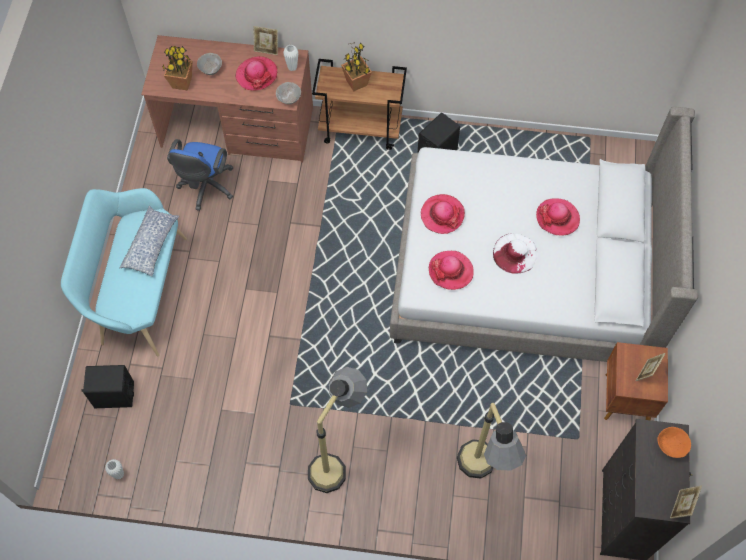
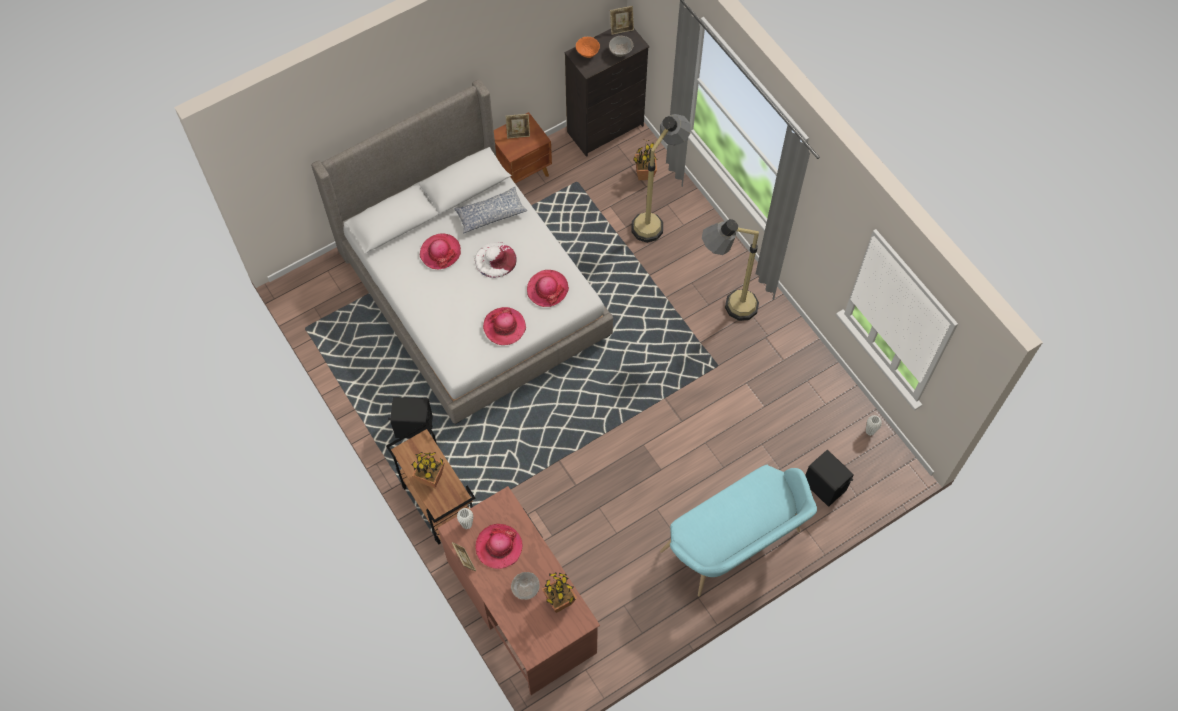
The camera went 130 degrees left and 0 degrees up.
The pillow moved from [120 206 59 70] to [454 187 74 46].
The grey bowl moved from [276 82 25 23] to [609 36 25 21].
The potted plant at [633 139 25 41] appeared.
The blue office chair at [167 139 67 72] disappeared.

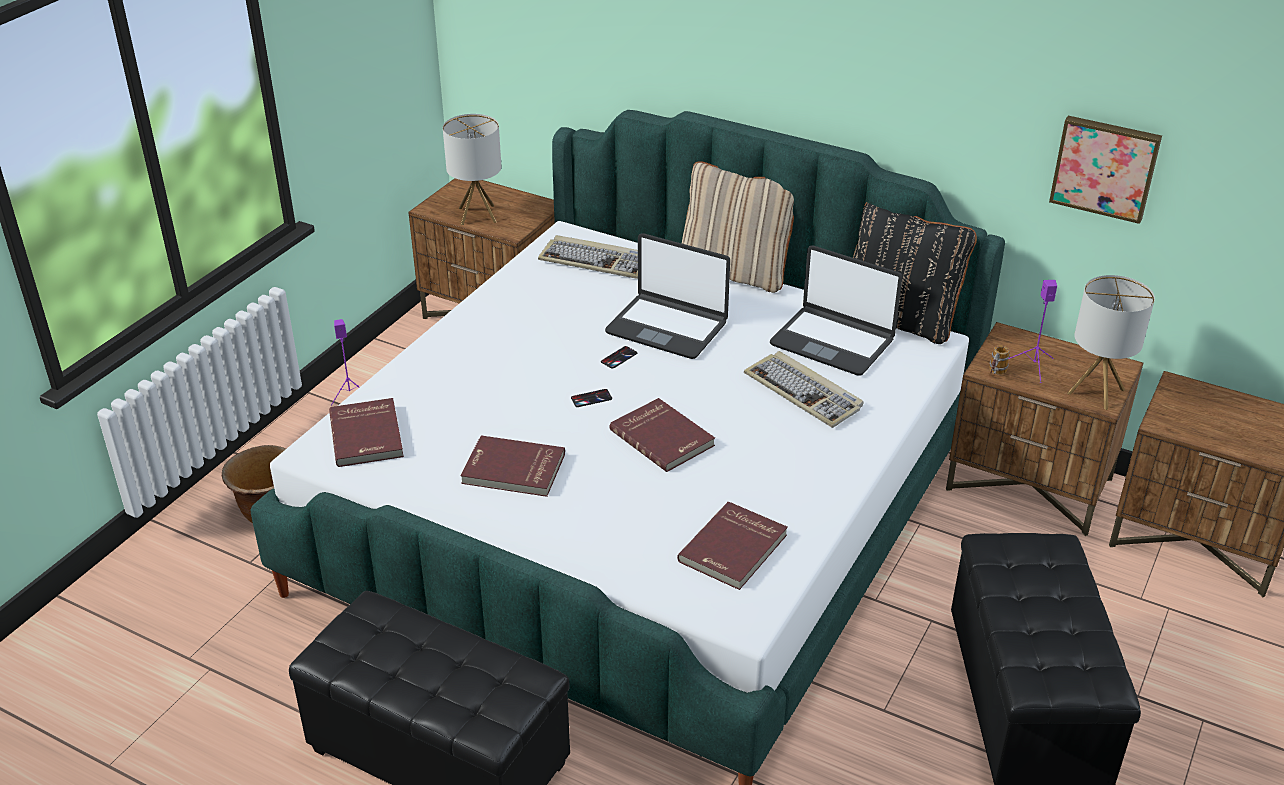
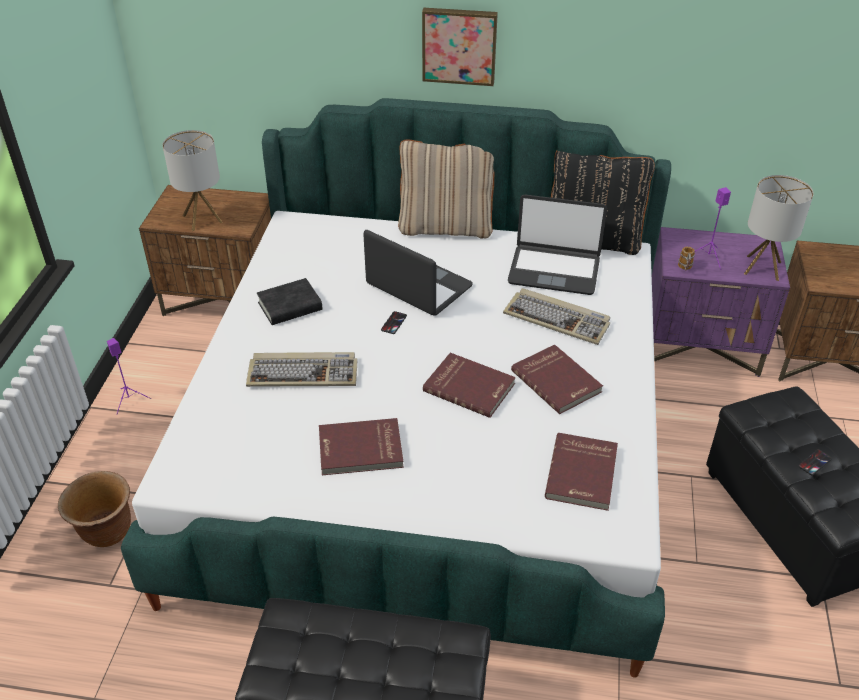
The camera went 20 degrees left and 5 degrees up.
The keyboard moved from [538 235 100 44] to [246 352 112 35].
The black book at [257 278 65 47] appeared.
The laptop at [605 233 125 126] turned 150 degrees counterclockwise.
The picture moved from [1049 116 113 108] to [422 8 76 78].
The red book moved from [329 398 75 69] to [511 345 92 69].
The brown nightstand at [946 322 197 214] became the purple nightstand at [652 227 138 150].
The phone moved from [571 389 41 18] to [798 449 34 27].

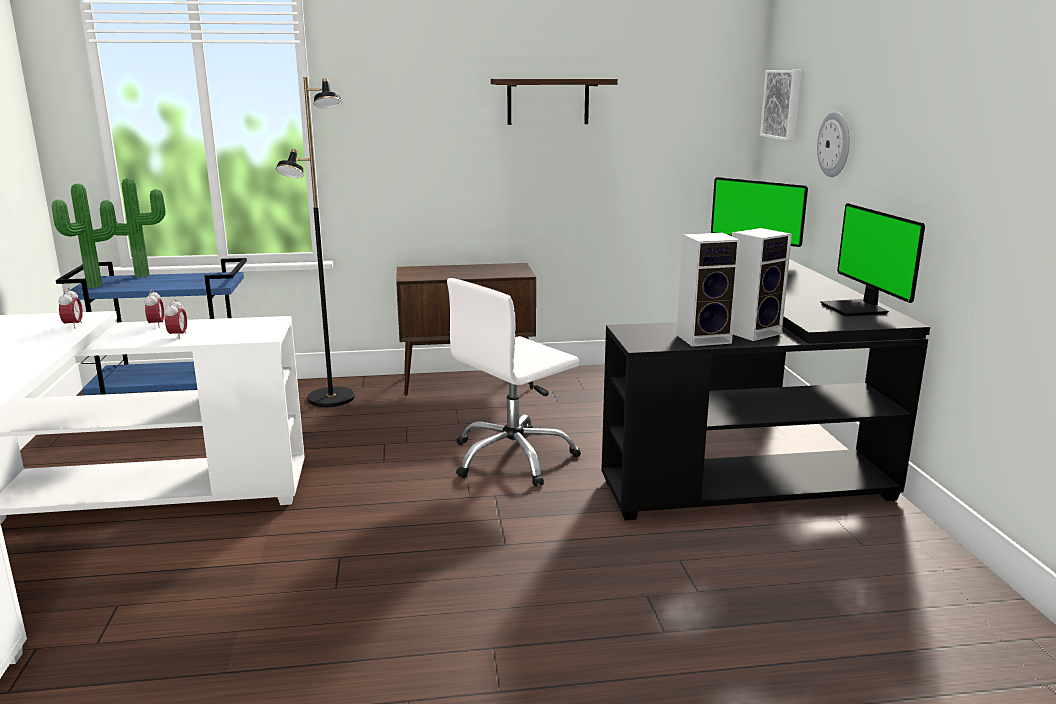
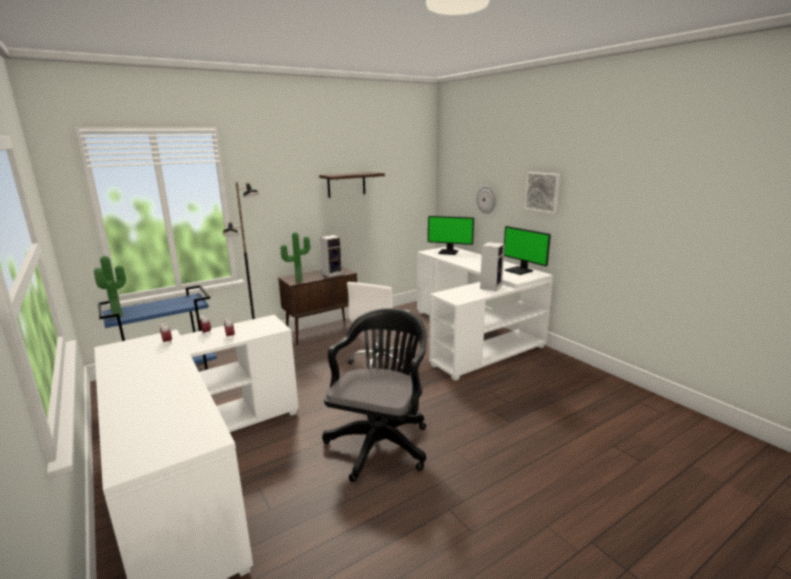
The camera went 25 degrees left and 0 degrees up.
The potted plant moved from [100 178 66 100] to [281 232 29 50].
The speaker moved from [677 233 63 114] to [320 235 23 42].
The black office chair at [322 308 104 174] appeared.
The black desk at [601 259 329 261] became the white desk at [417 247 136 134].
The picture moved from [760 70 42 71] to [524 172 37 41].

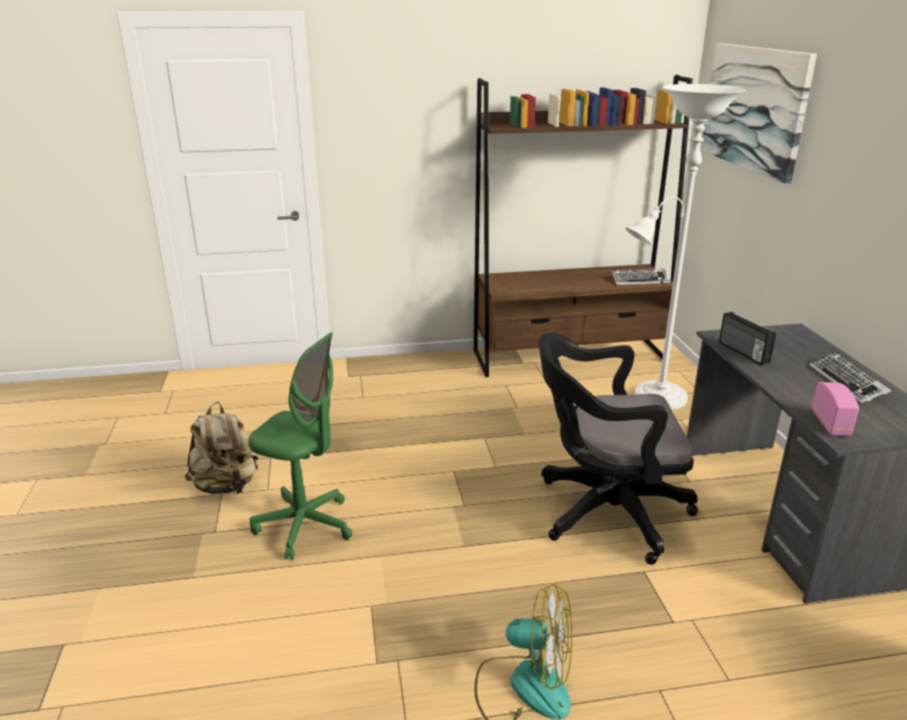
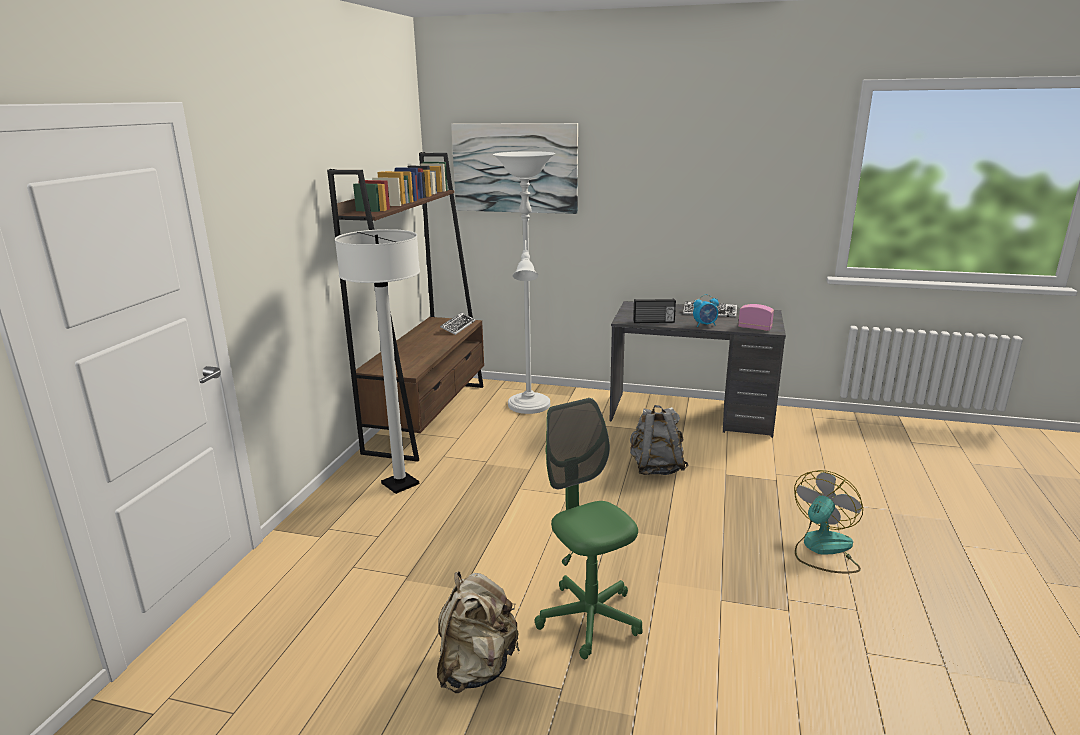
The camera went 65 degrees left and 5 degrees down.
The white floor lamp at [335 229 85 265] appeared.
The green office chair at [248 332 104 228] turned 75 degrees counterclockwise.
The black office chair at [538 333 160 232] was replaced by the grey backpack at [630 405 58 70].
The alarm clock at [693 294 26 33] appeared.

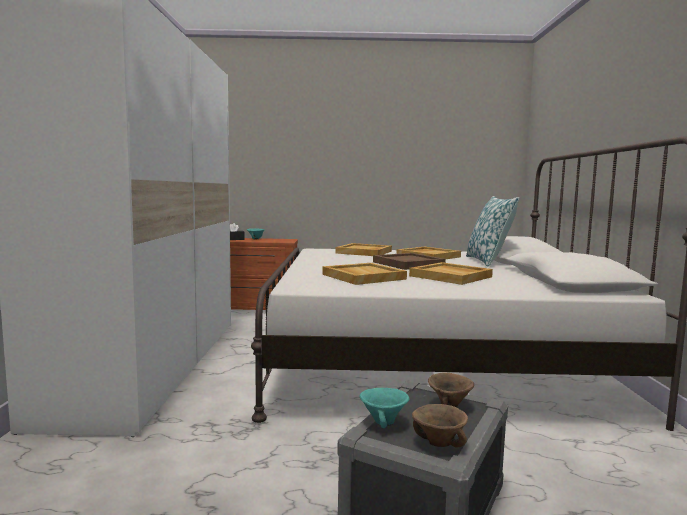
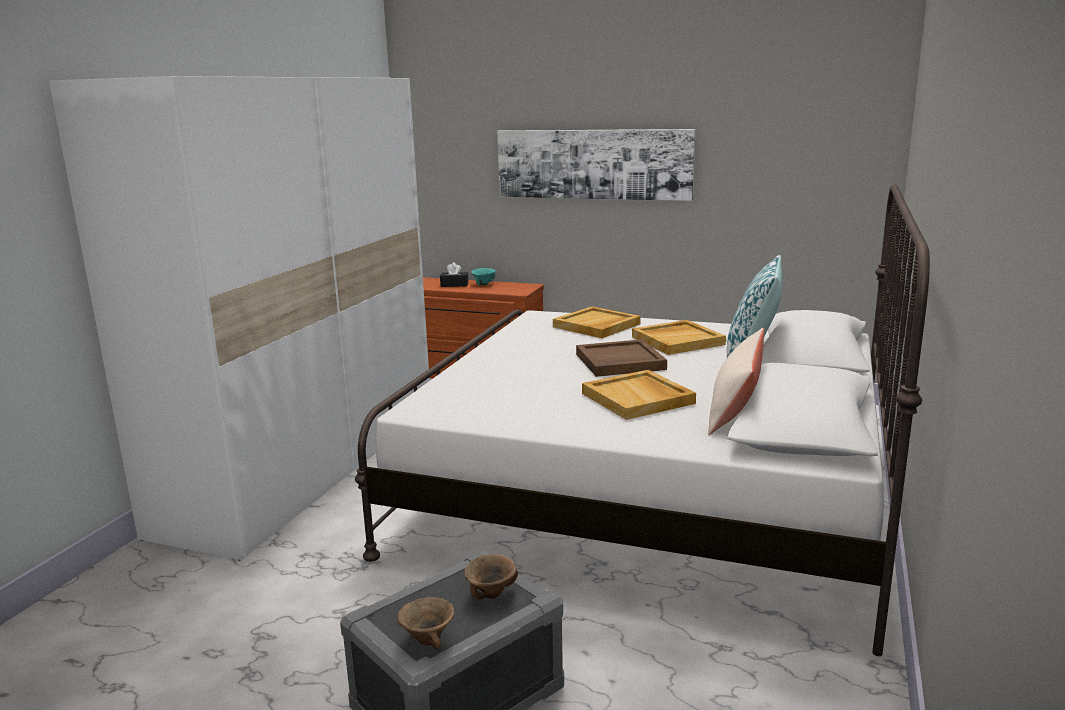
The camera went 20 degrees right and 10 degrees up.
The picture at [497 129 198 72] appeared.
The beige pillow at [708 328 56 107] appeared.
The beige tray at [323 263 84 22] disappeared.
The turquoise bowl at [360 388 50 40] disappeared.

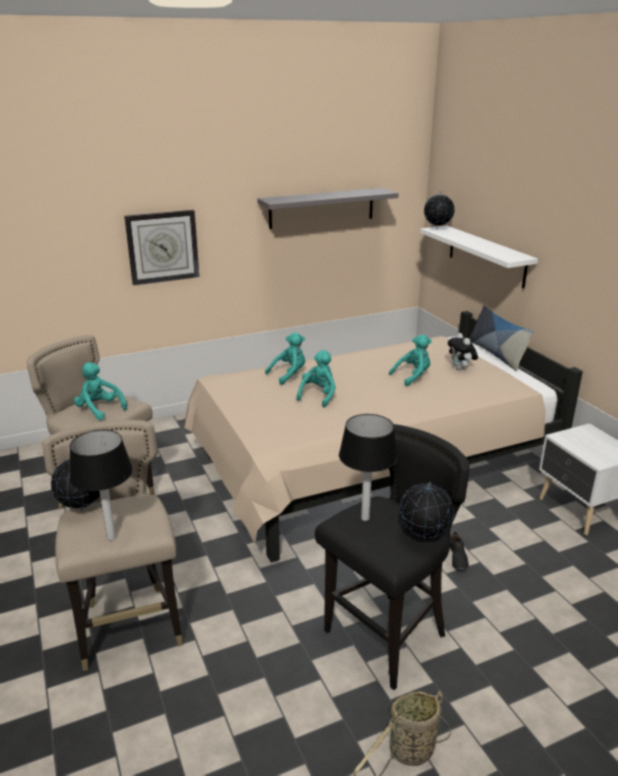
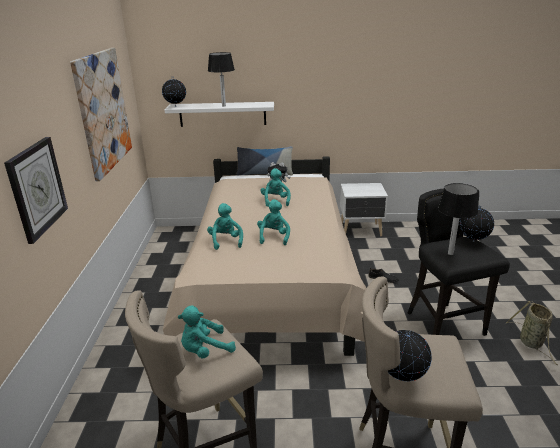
The camera went 65 degrees left and 0 degrees up.
The grey shelf at [257 188 142 41] was replaced by the picture at [70 48 62 133].
The table lamp moved from [69 430 64 111] to [208 52 27 55].
The turquoise plush toy at [296 350 40 57] turned 45 degrees clockwise.

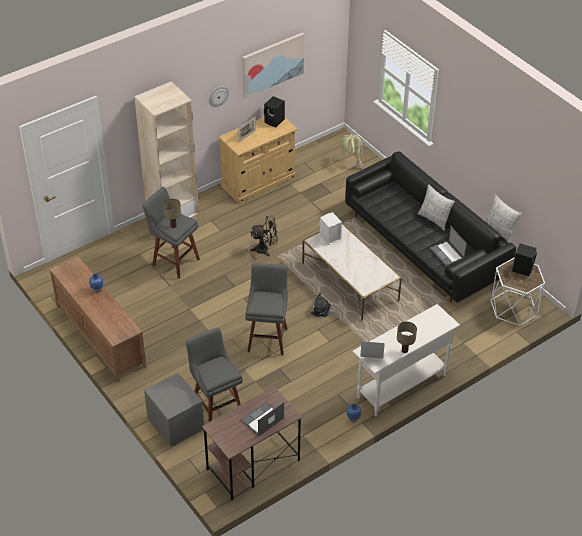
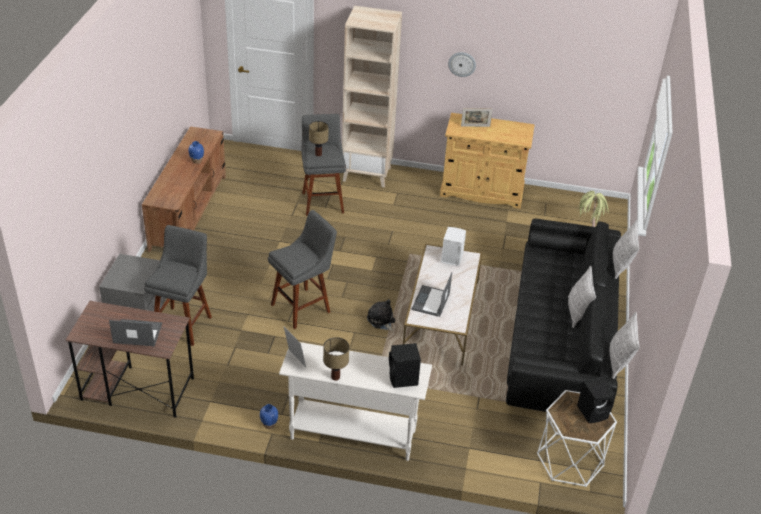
The camera went 45 degrees right and 5 degrees down.
The black speaker moved from [264 96 21 31] to [389 343 32 45].
The laptop moved from [430 226 37 40] to [411 272 41 45].
The pillow at [613 220 26 59] appeared.
The picture at [242 32 62 66] disappeared.
The black fan at [250 216 28 40] disappeared.

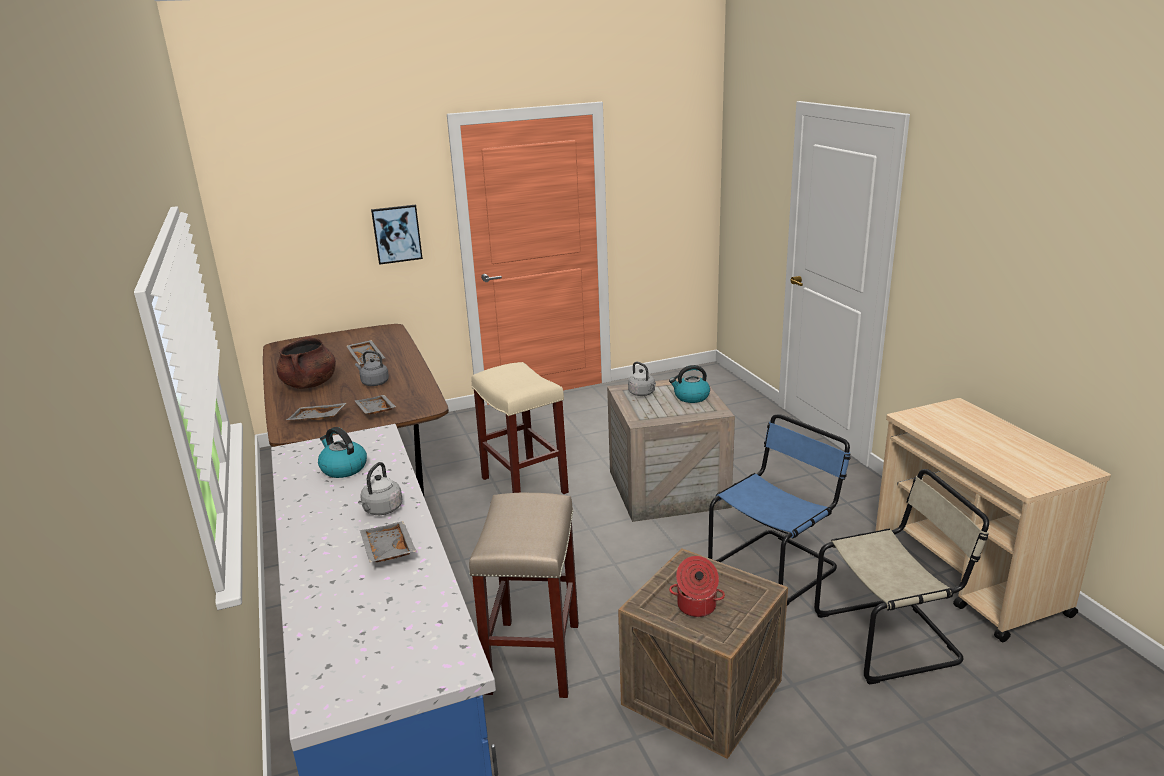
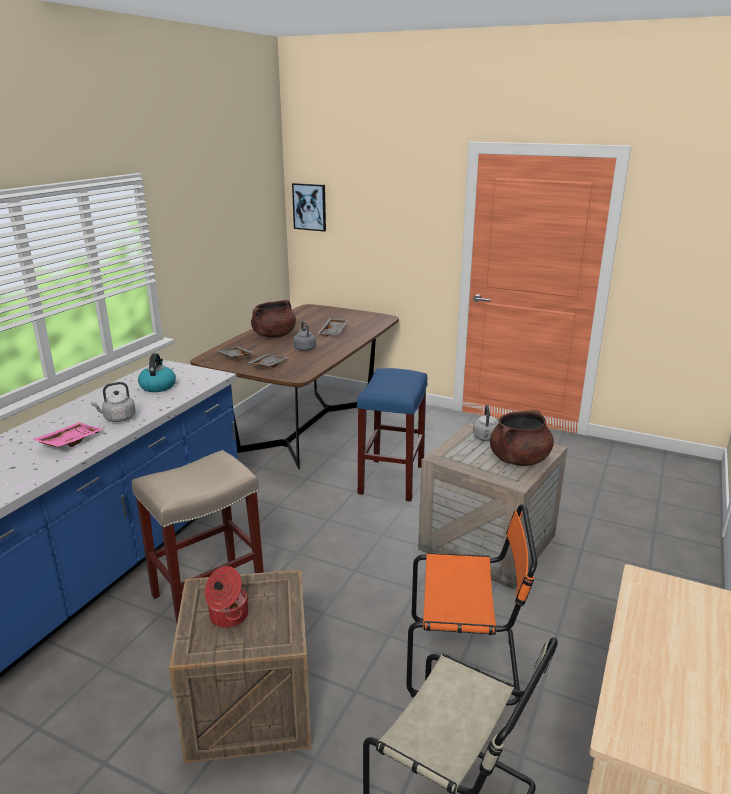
The camera went 45 degrees right and 0 degrees up.
The grey tray at [360 521 56 42] became the pink tray at [32 422 71 25].
The picture moved from [371 205 52 60] to [292 183 34 49].
The beige stool at [471 362 98 132] became the blue stool at [357 368 71 133].
The blue chair at [708 414 143 191] became the orange chair at [406 504 131 201].
The kettle at [669 365 41 38] was replaced by the brown cooking pot at [490 410 64 56].

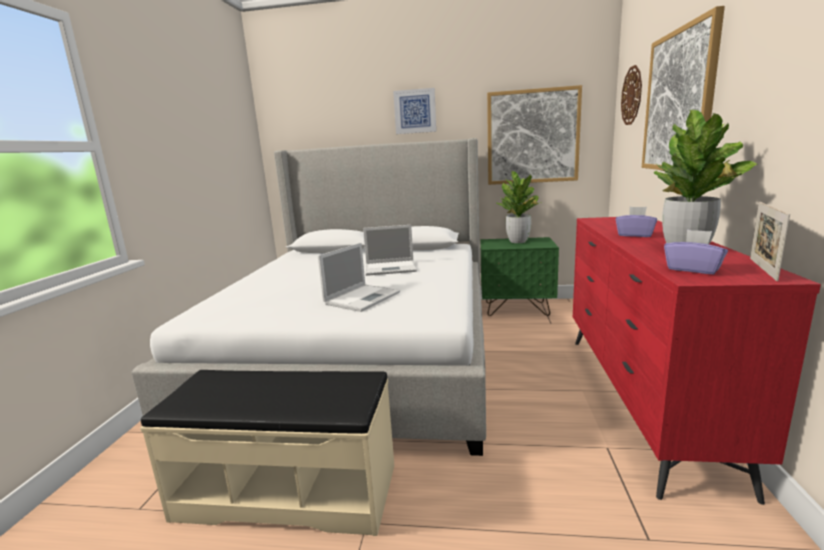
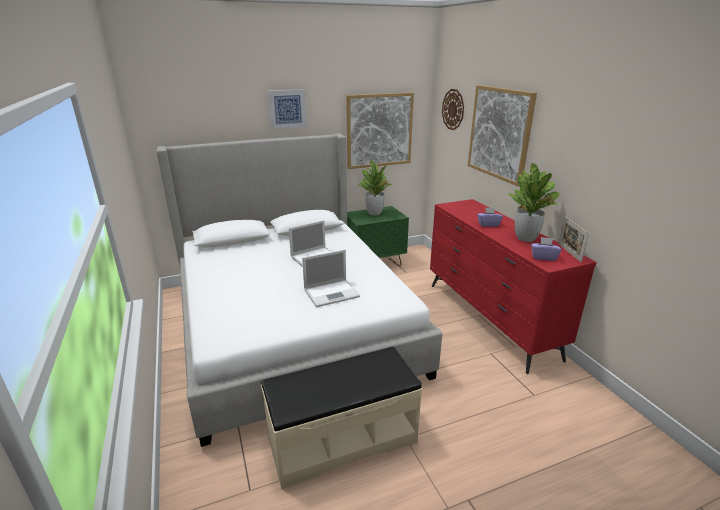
The camera went 30 degrees left and 10 degrees up.
The laptop at [318 243 82 69] turned 60 degrees clockwise.

